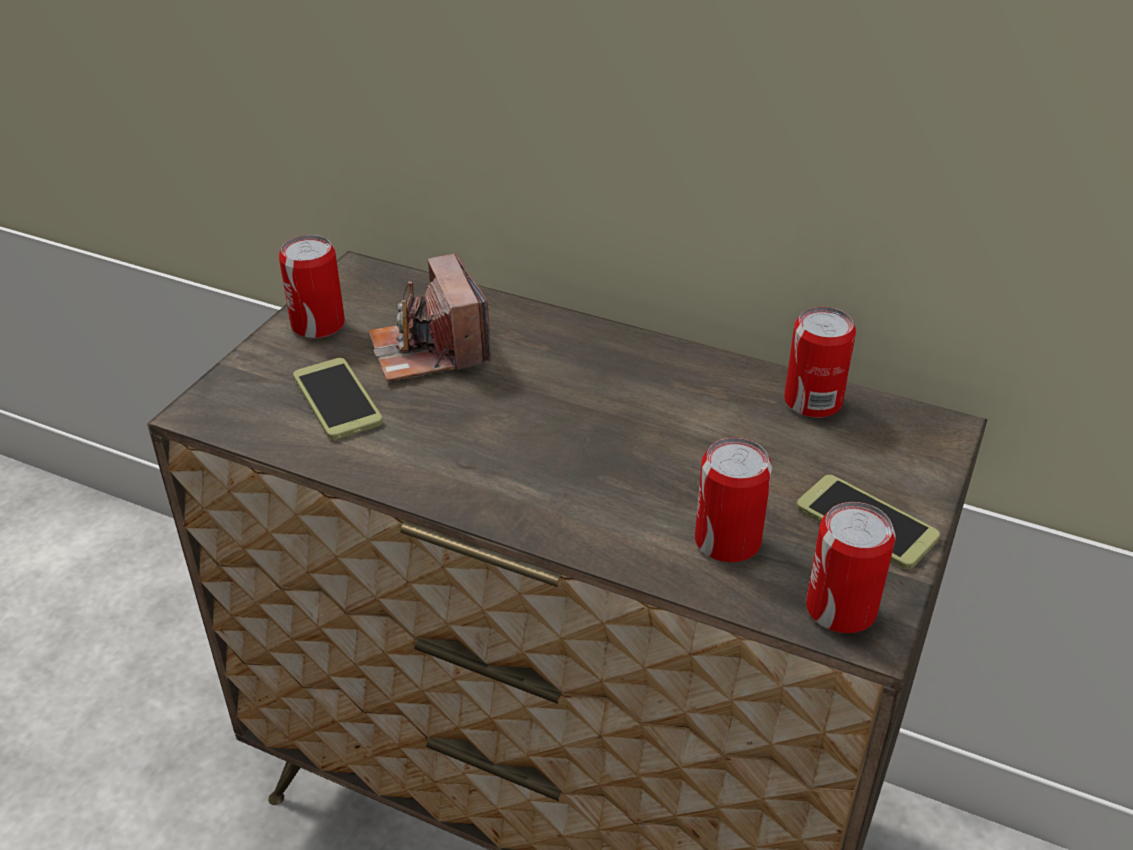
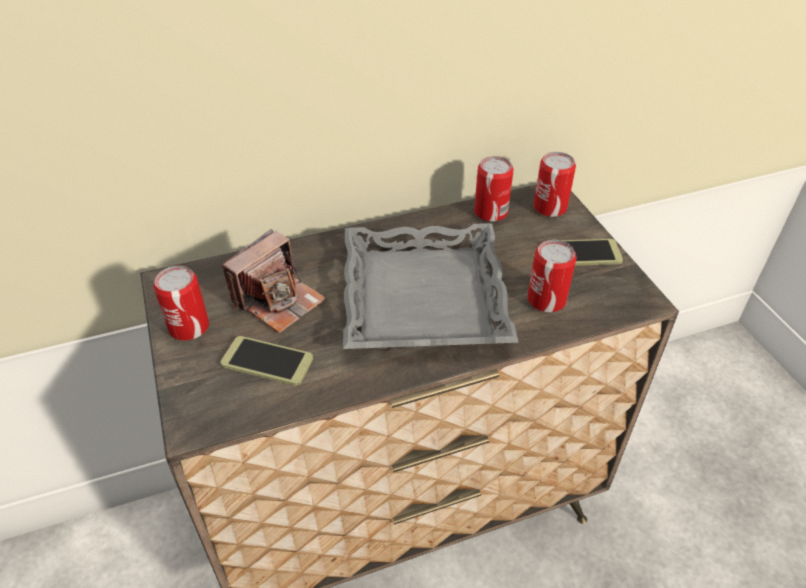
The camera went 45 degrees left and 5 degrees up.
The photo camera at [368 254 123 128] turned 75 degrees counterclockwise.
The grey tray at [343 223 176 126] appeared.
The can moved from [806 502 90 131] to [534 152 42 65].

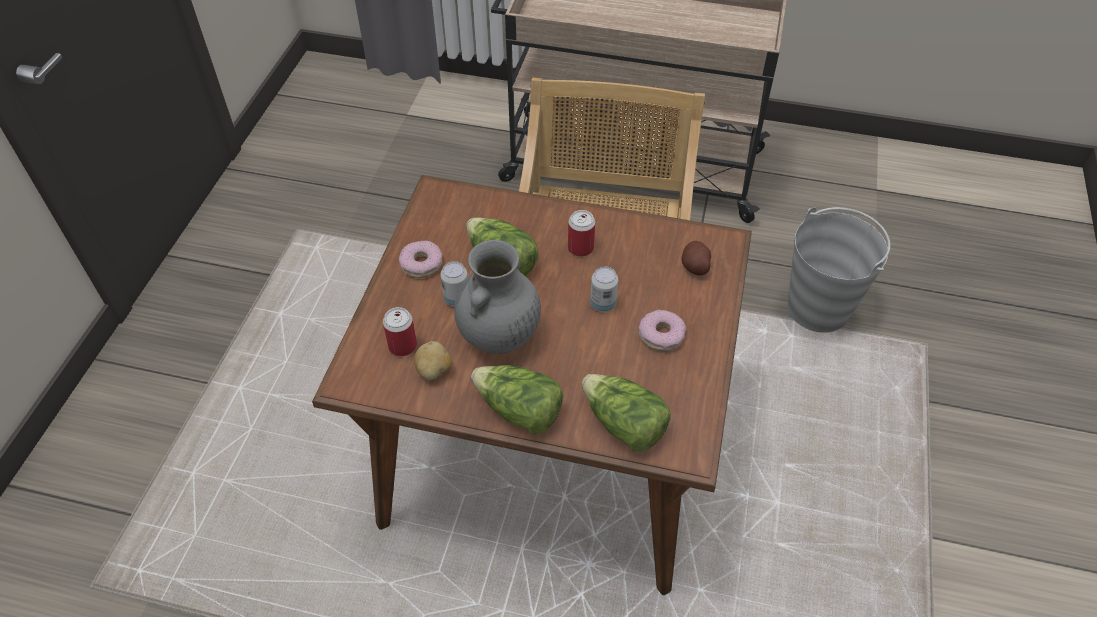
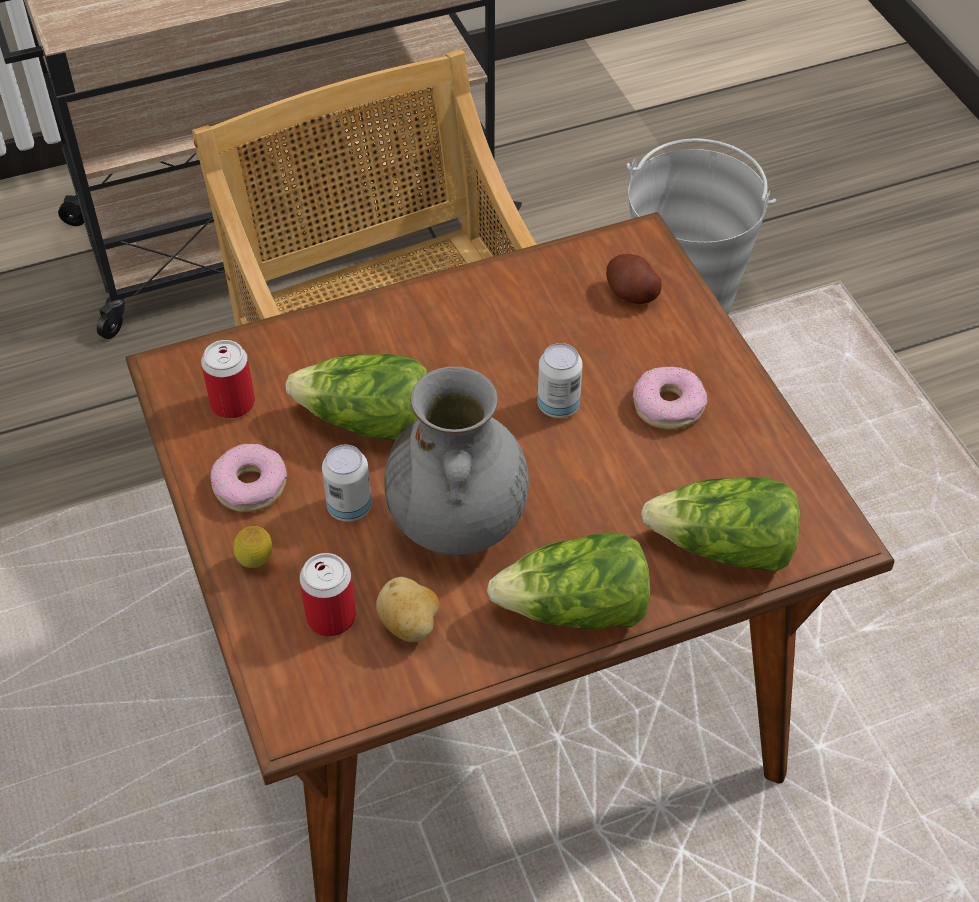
The camera went 35 degrees left and 0 degrees up.
The can moved from [568 210 27 47] to [201 340 54 79].
The lemon at [234 526 38 42] appeared.

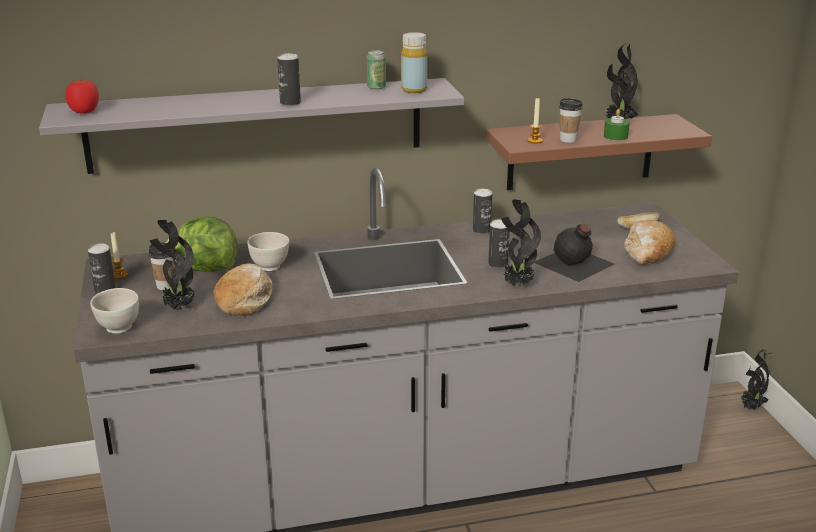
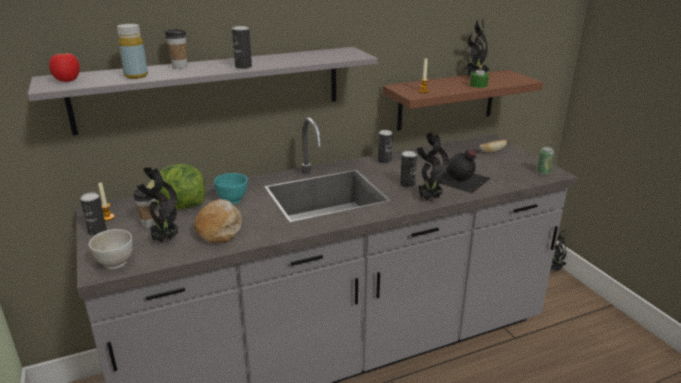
The camera went 10 degrees left and 0 degrees up.
The yellow bottle moved from [401 32 26 61] to [117 24 31 55].
The cup moved from [559 98 24 45] to [165 29 22 40].
The white bowl at [248 232 41 39] became the turquoise bowl at [214 173 34 31].
The can moved from [367 50 19 40] to [537 147 17 28].
The bread at [624 220 52 45] disappeared.

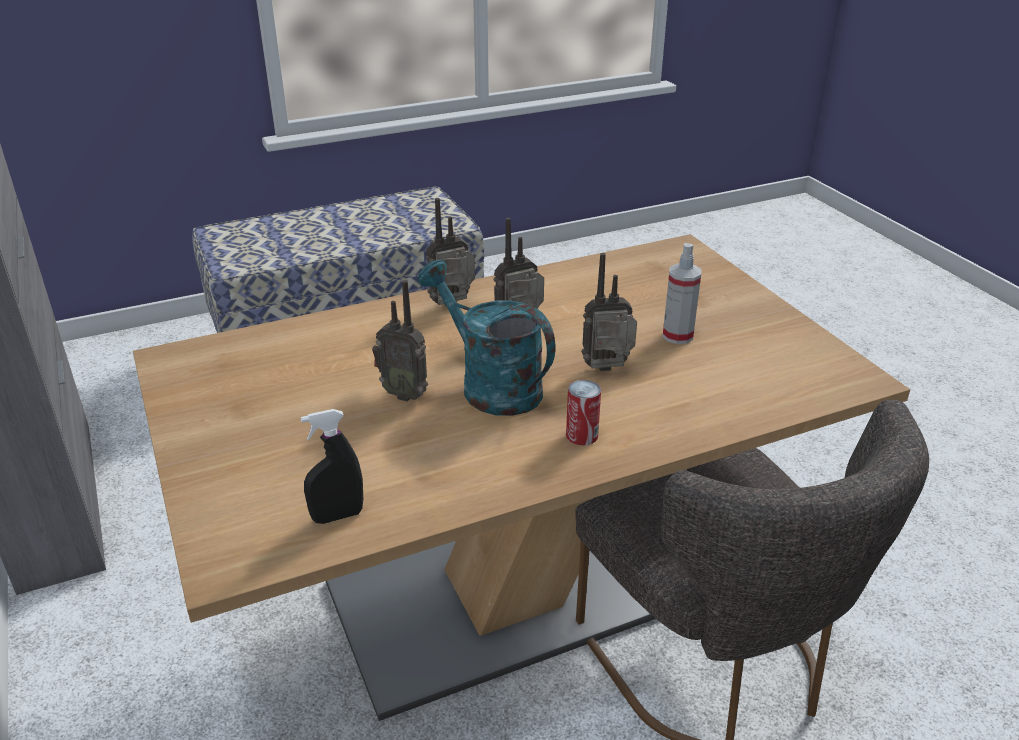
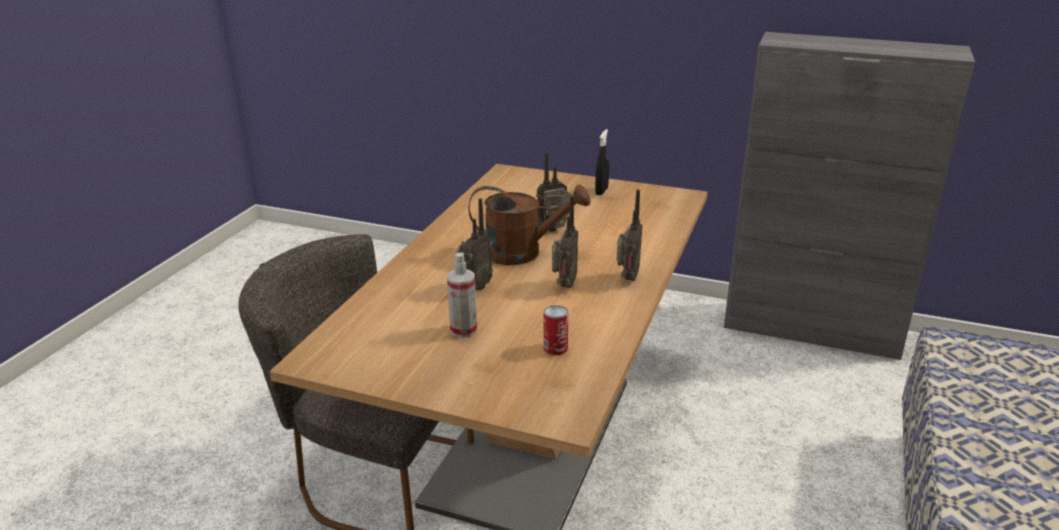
The camera went 135 degrees right and 5 degrees down.
The turquoise watering can at [418 260 137 156] became the brown watering can at [469 184 122 81].
The can moved from [566 380 35 66] to [544 305 24 50].
The black spray bottle moved from [301 409 62 115] to [595 129 14 66].

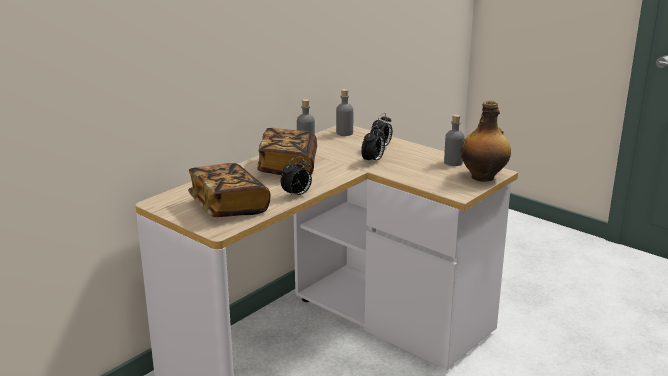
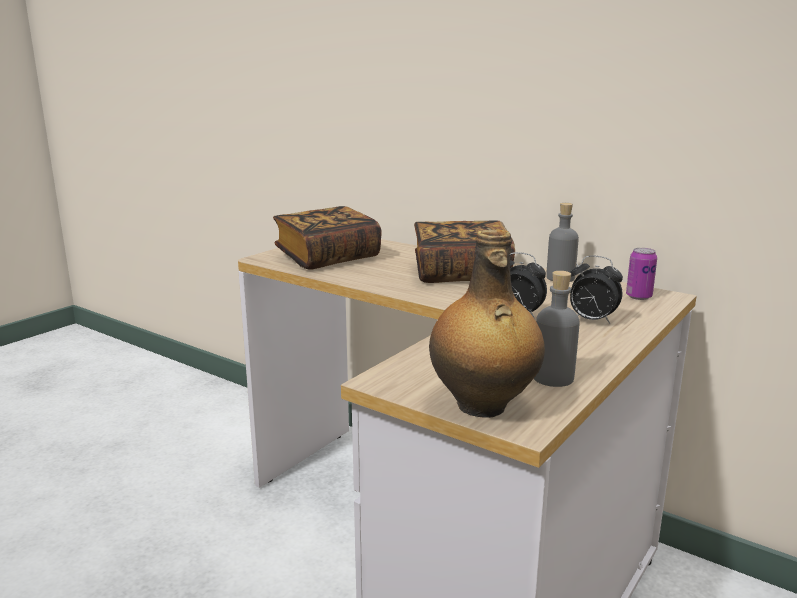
The camera went 85 degrees right and 5 degrees down.
The grey bottle at [336 89 17 47] was replaced by the can at [626 248 31 52].
The alarm clock at [281 157 31 41] disappeared.

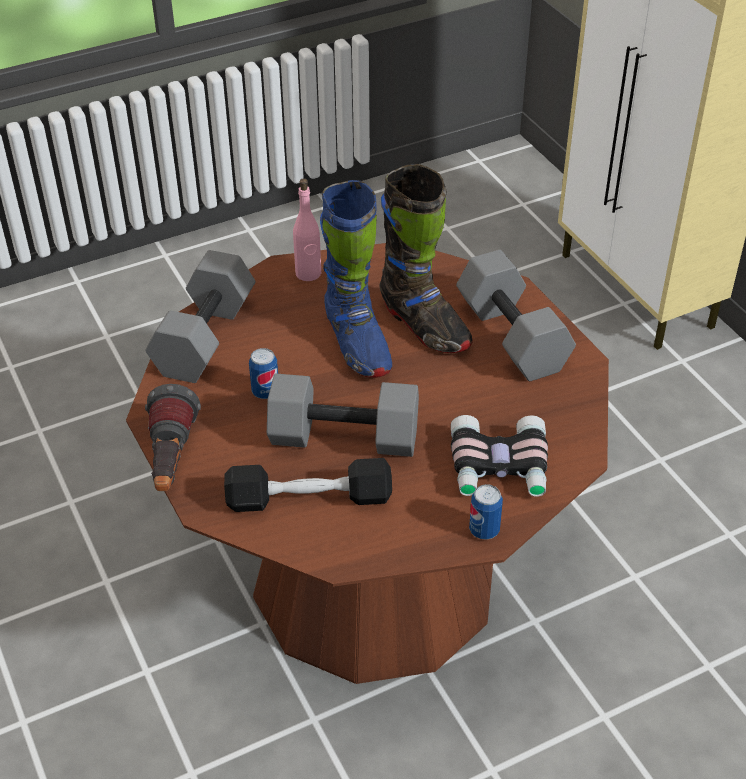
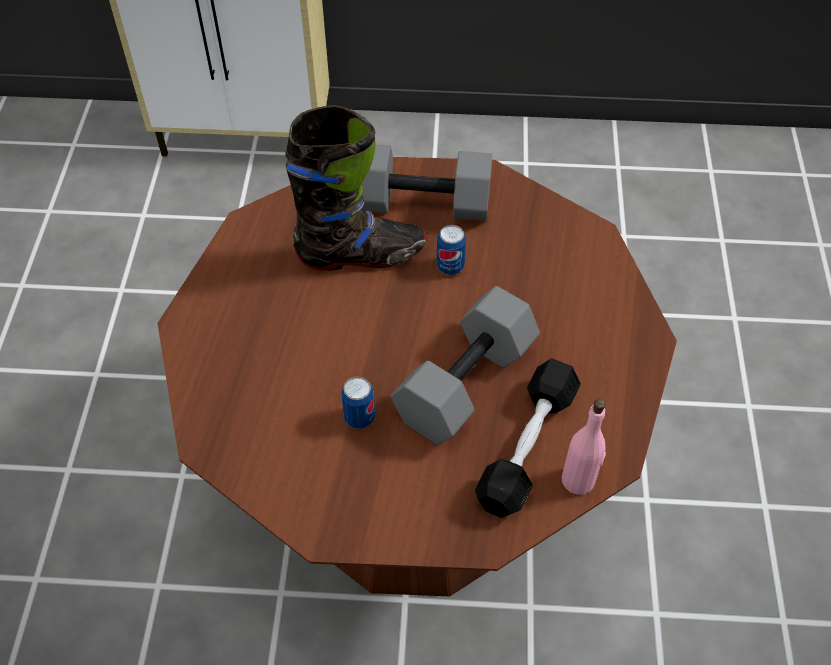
The camera went 60 degrees left and 10 degrees up.
The can moved from [469 484 34 56] to [437 225 29 50].
The pink bottle moved from [293 178 28 103] to [562 399 44 96].
The grey dumbbell at [145 250 110 133] disappeared.
The flashlight at [145 384 56 107] disappeared.
The blue boot at [320 180 72 198] disappeared.
The binoculars at [451 415 97 82] disappeared.

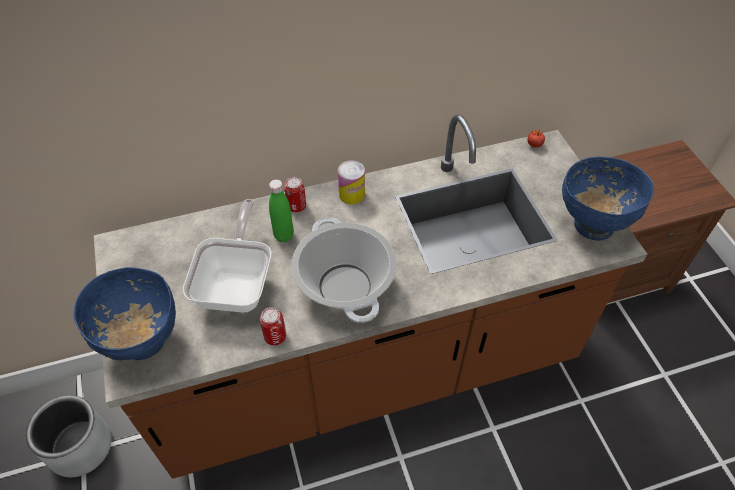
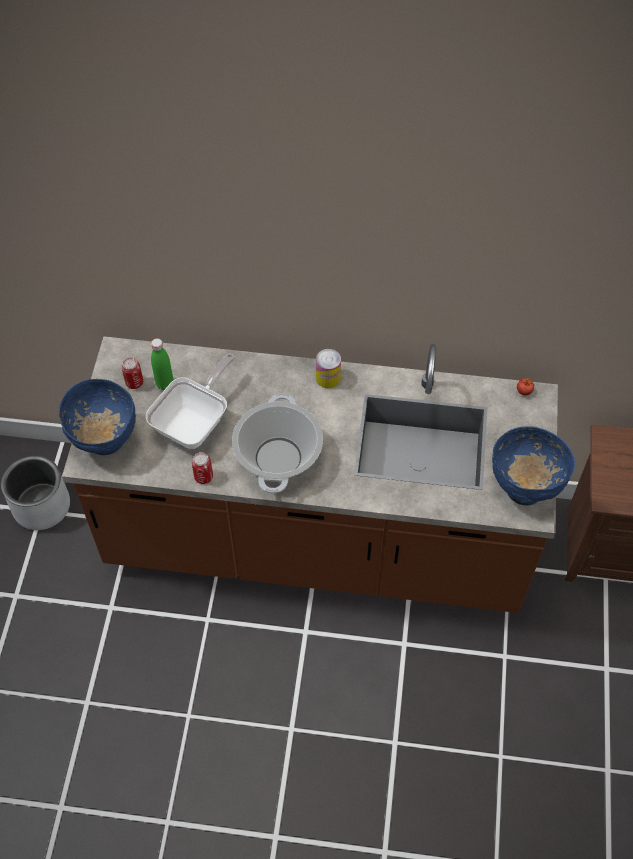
The camera went 25 degrees right and 5 degrees up.
The can moved from [284 176 22 36] to [122 358 21 31].
The green bottle moved from [269 179 25 63] to [151 338 23 52].

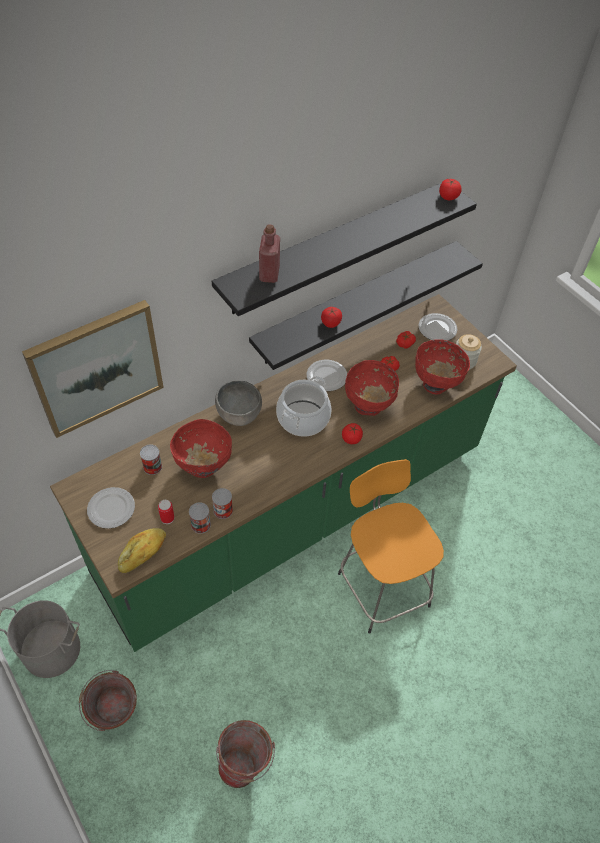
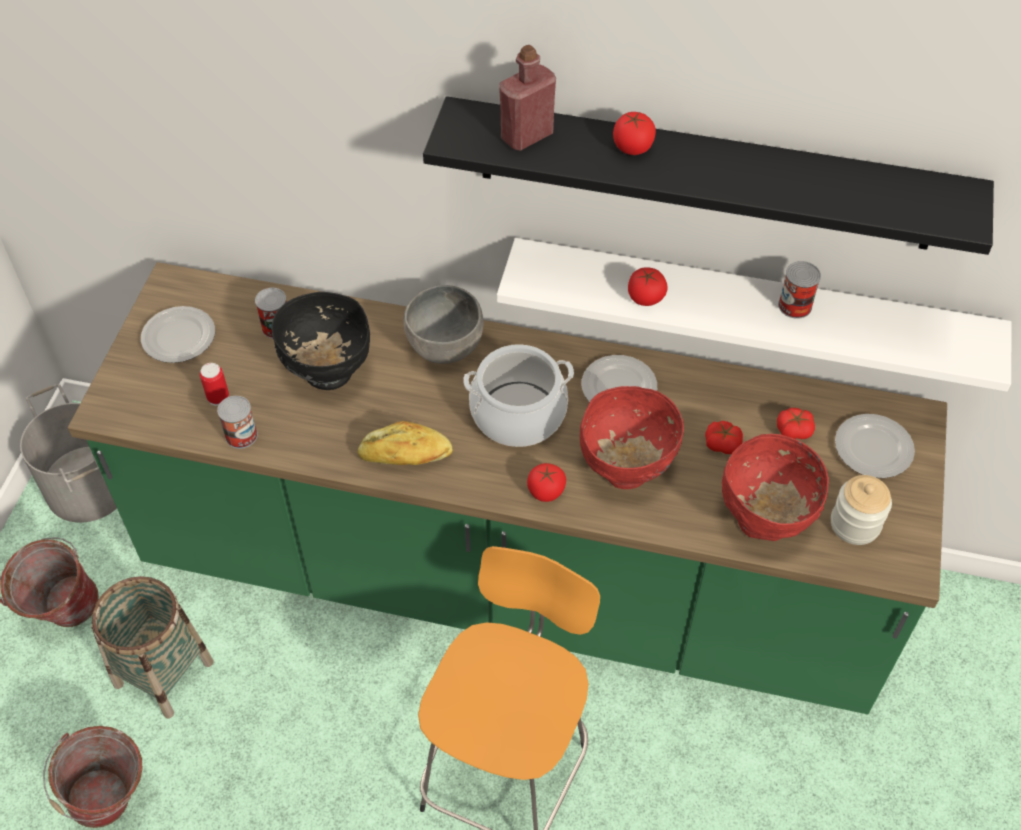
The camera went 50 degrees right and 0 degrees up.
The basket at [91 576 123 143] appeared.
The red bowl at [170 419 62 59] became the black bowl at [272 292 98 98].
The bread moved from [118 528 48 45] to [358 421 95 44].
The black shelf at [249 241 234 129] became the white shelf at [497 238 515 154].
The tomato moved from [439 179 23 21] to [613 112 43 43].
The can moved from [212 488 21 31] to [778 261 43 58].
The picture at [22 300 142 138] disappeared.

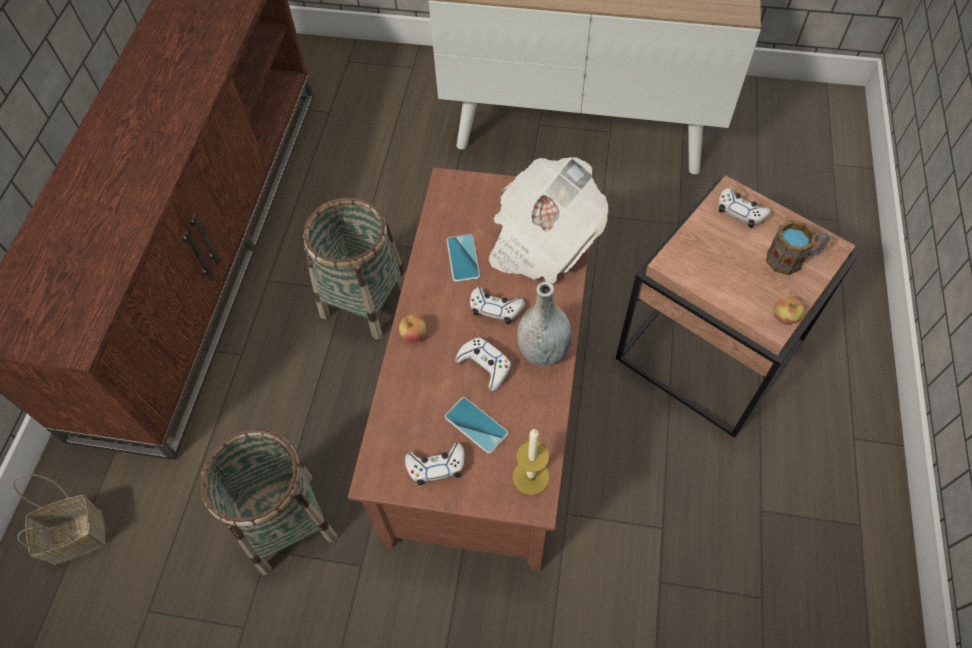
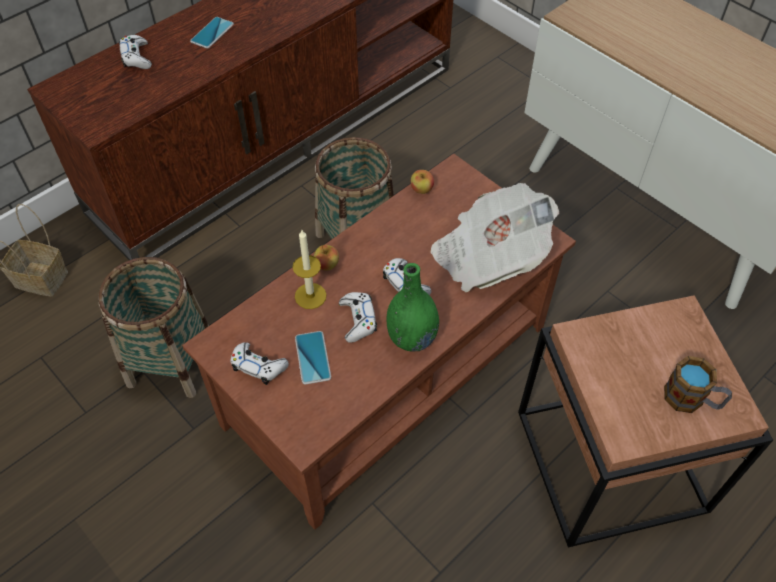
The camera went 35 degrees right and 5 degrees down.
The white game controller moved from [718 188 53 40] to [119 35 33 34].
The phone moved from [447 234 33 48] to [190 17 44 32].
The candle moved from [512 429 38 66] to [292 230 35 79].
The grey vase at [517 282 54 84] became the green vase at [386 263 53 89].
The apple moved from [773 296 31 29] to [411 170 23 24].

